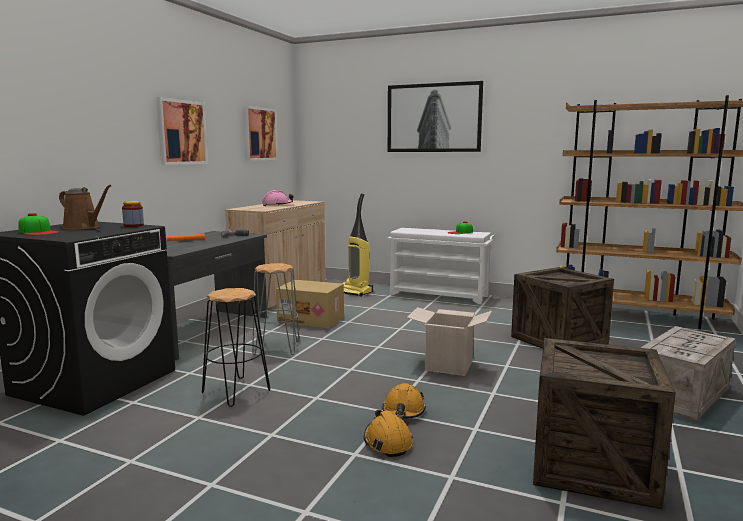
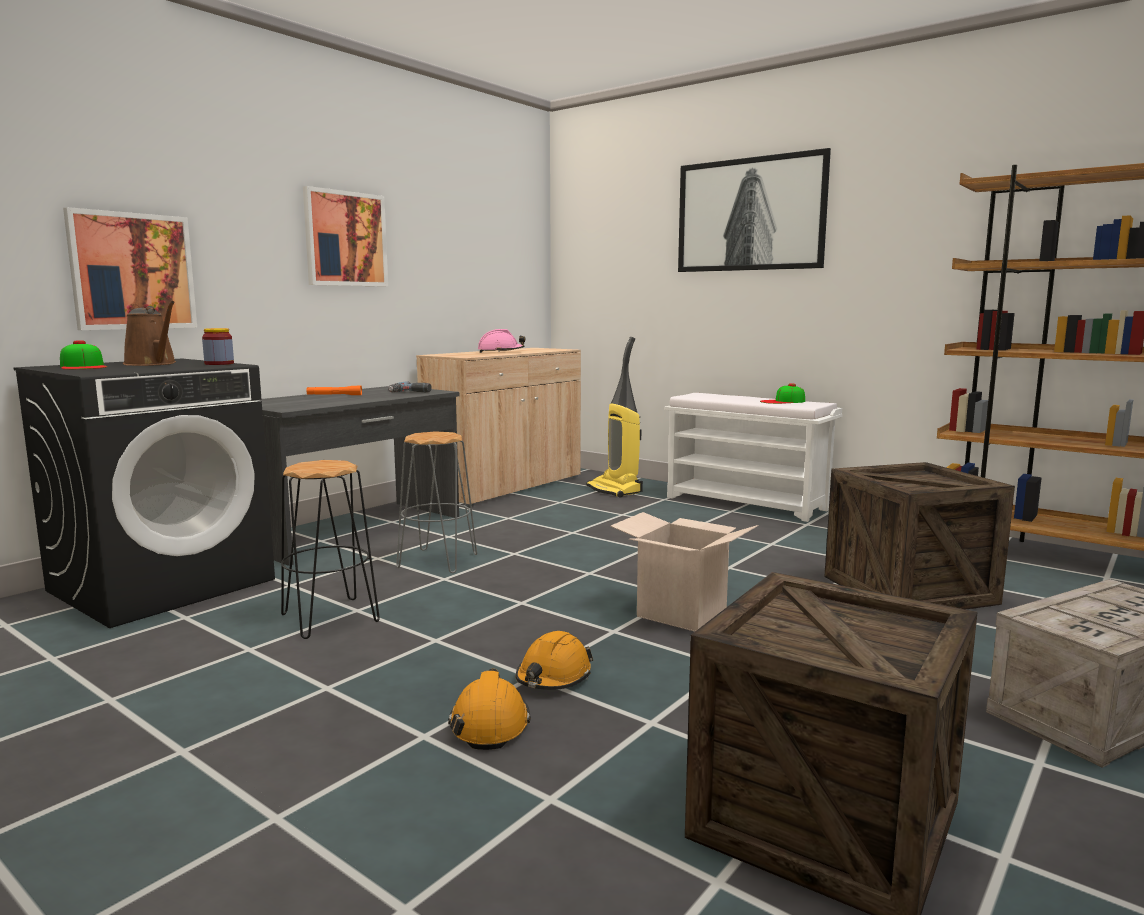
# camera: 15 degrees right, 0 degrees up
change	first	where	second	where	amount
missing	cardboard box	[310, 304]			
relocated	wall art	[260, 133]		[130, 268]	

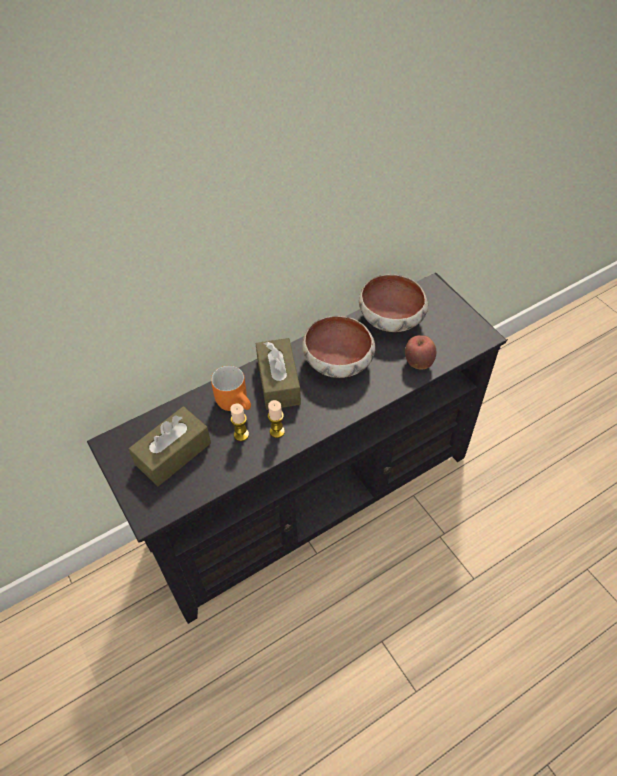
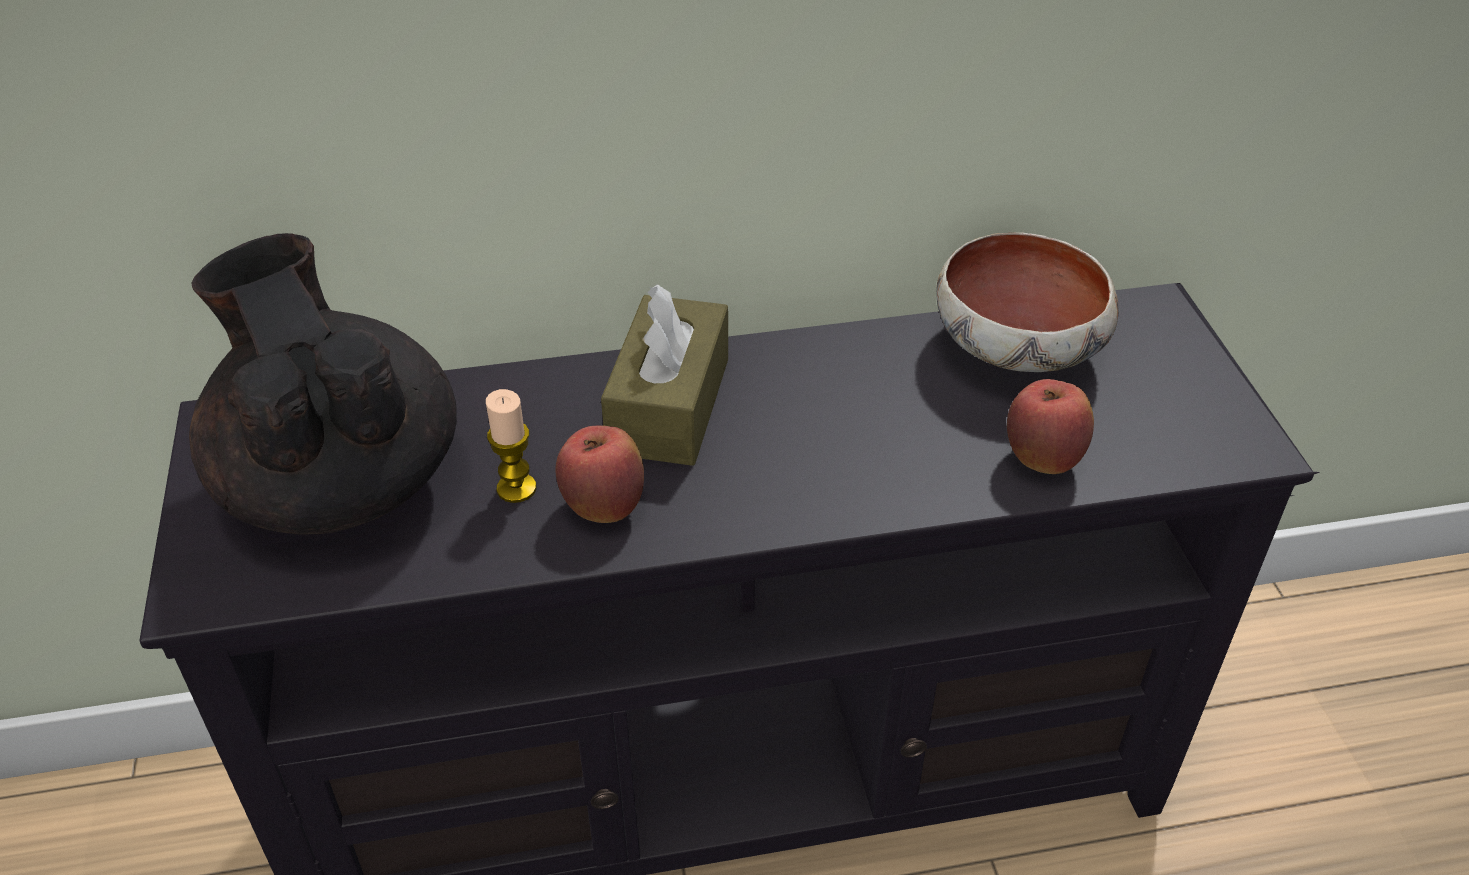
# camera: 20 degrees right, 10 degrees down
change	first	where	second	where	amount
missing	orange tea mug	[231, 388]			
missing	deep dish	[338, 347]			
exchanged	brown-coloured tissue box	[169, 446]	black tea pot	[323, 384]	
exchanged	wax candle	[276, 419]	apple fruit	[600, 474]	

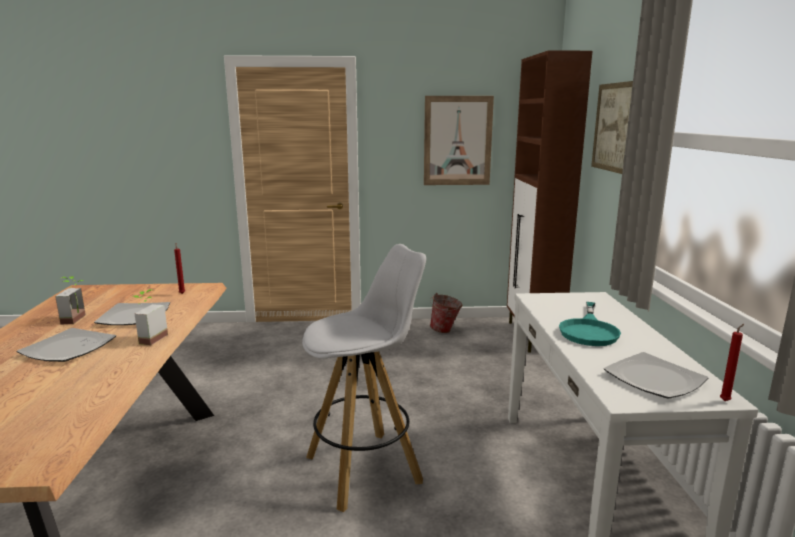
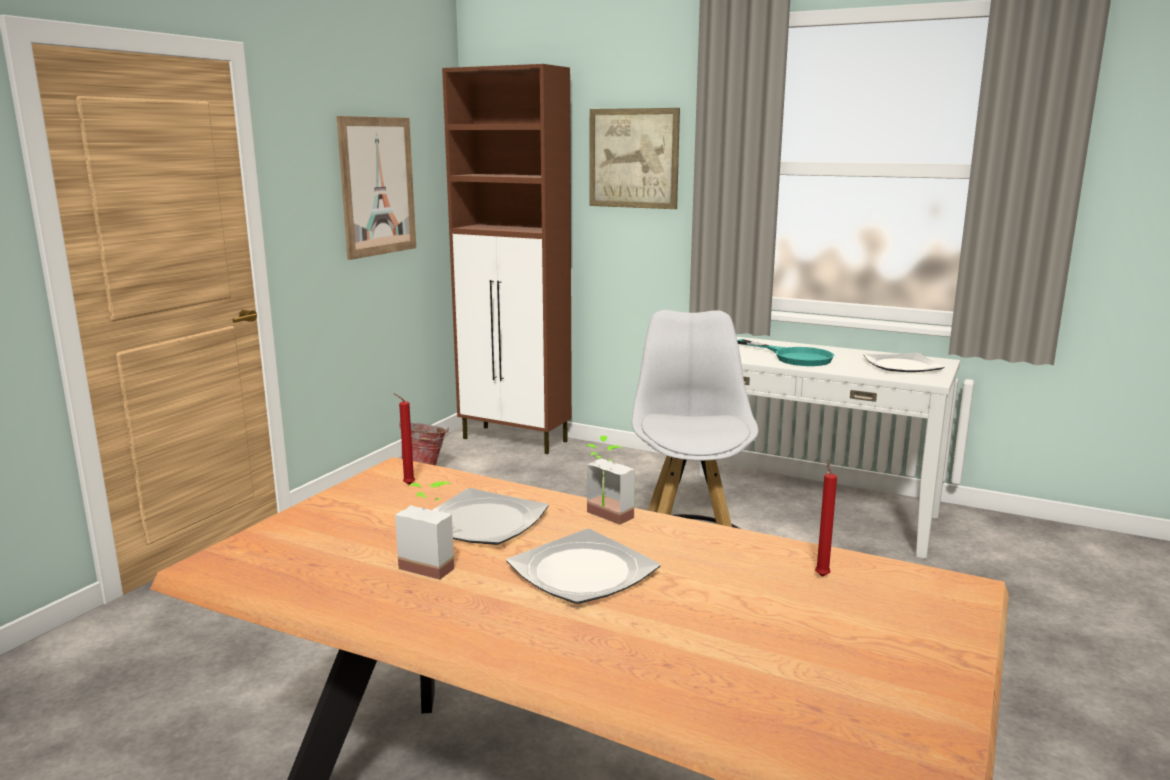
# camera: 60 degrees left, 0 degrees up
change	first	where	second	where	amount
relocated	red-coloured wax candle	[732, 362]		[826, 518]	

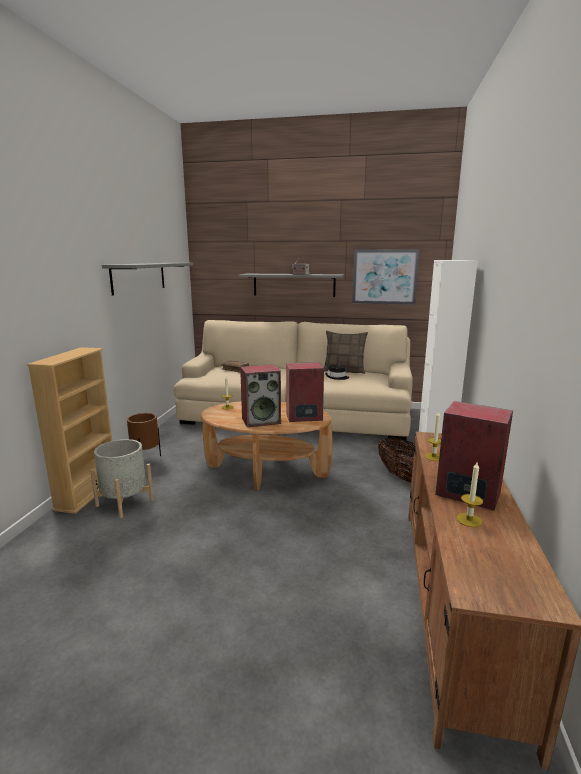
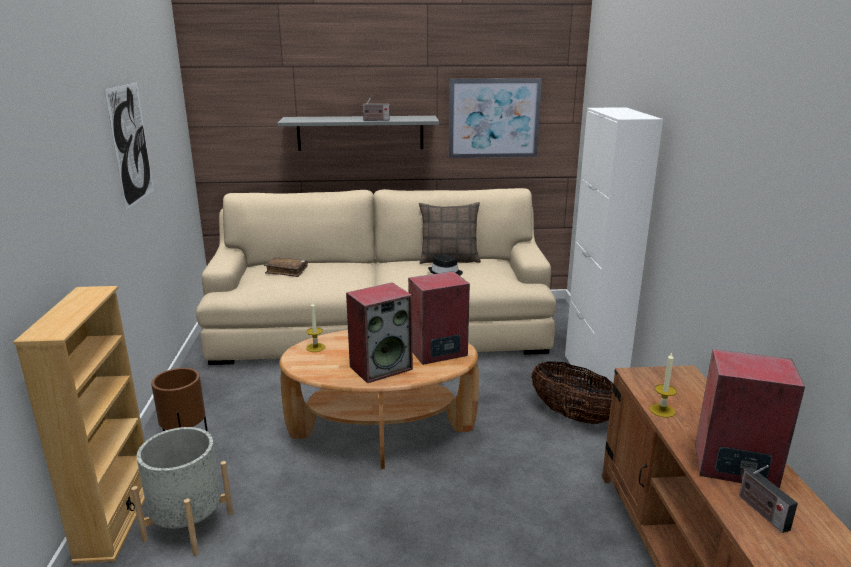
# camera: 15 degrees left, 5 degrees up
change	first	where	second	where	amount
exchanged	grey shelf	[147, 279]	wall art	[129, 146]	
exchanged	wax candle	[470, 494]	radio receiver	[768, 499]	

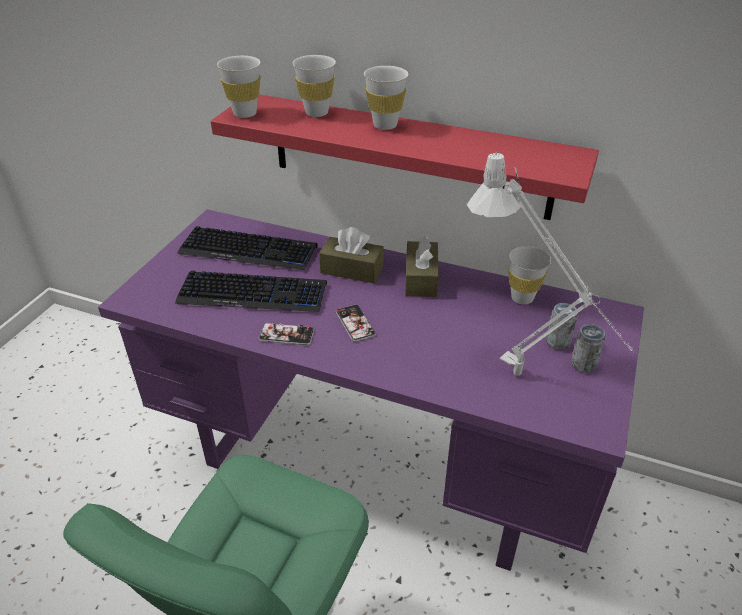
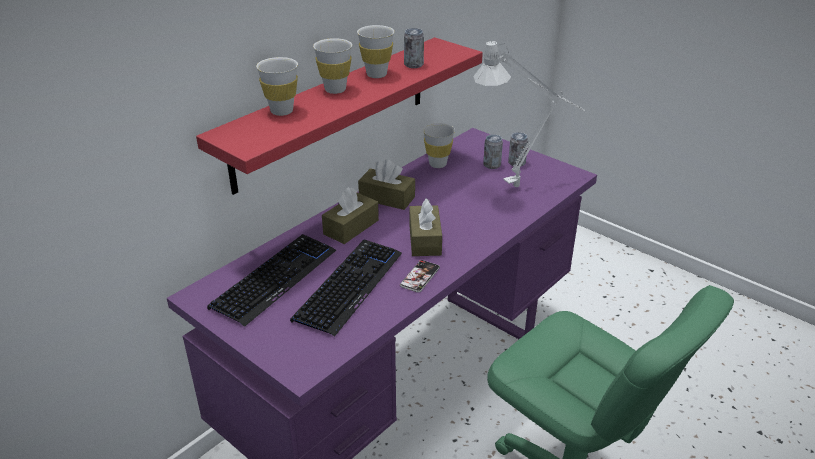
# camera: 70 degrees left, 5 degrees down
change	first	where	second	where	amount
appeared			metal can	[414, 48]	
relocated	white-coloured drinking cup	[239, 87]		[375, 51]	
exchanged	telephone	[356, 323]	brown-coloured tissue box	[425, 227]	

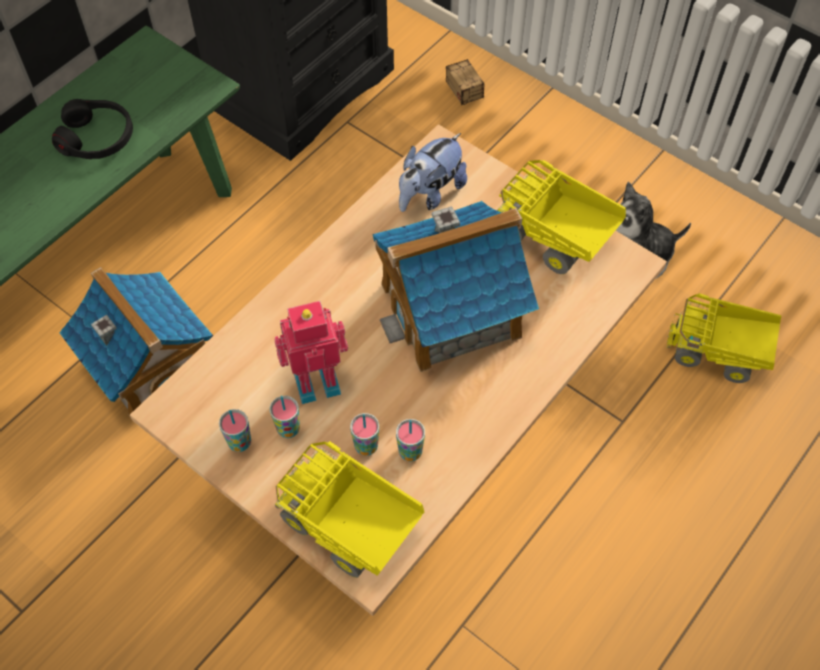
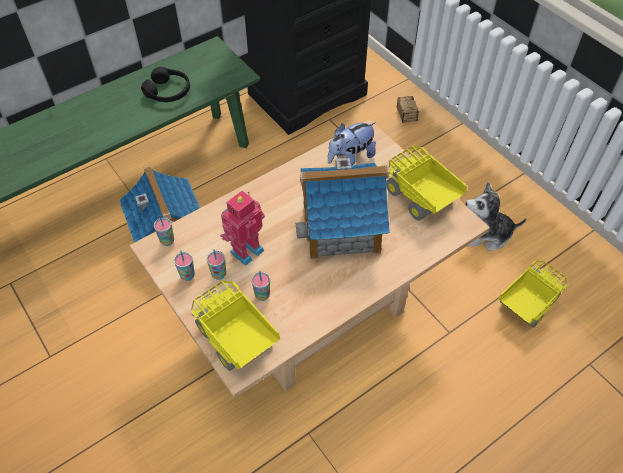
# camera: 15 degrees right, 5 degrees down
change	first	where	second	where	amount
relocated	drinking cup	[410, 440]		[164, 230]	
spun	robot figure	[311, 352]		[242, 228]	45 degrees counterclockwise
spun	model truck	[724, 338]		[533, 294]	105 degrees clockwise

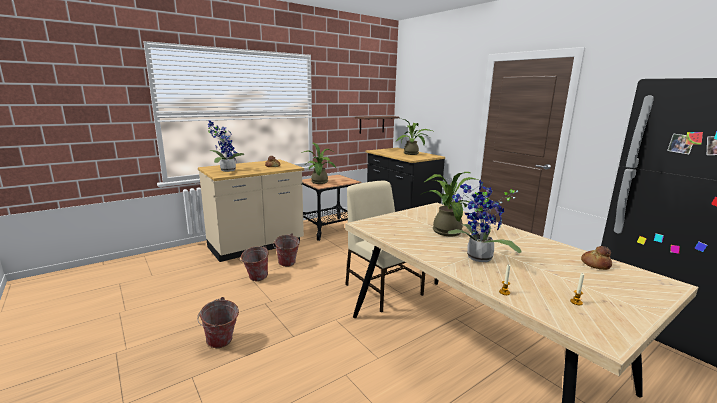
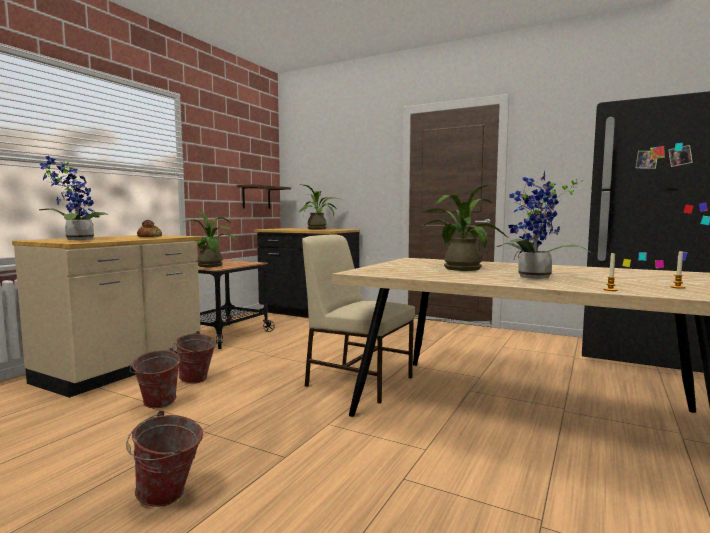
# camera: 25 degrees left, 10 degrees down
change	first	where	second	where	amount
missing	bread	[596, 258]			

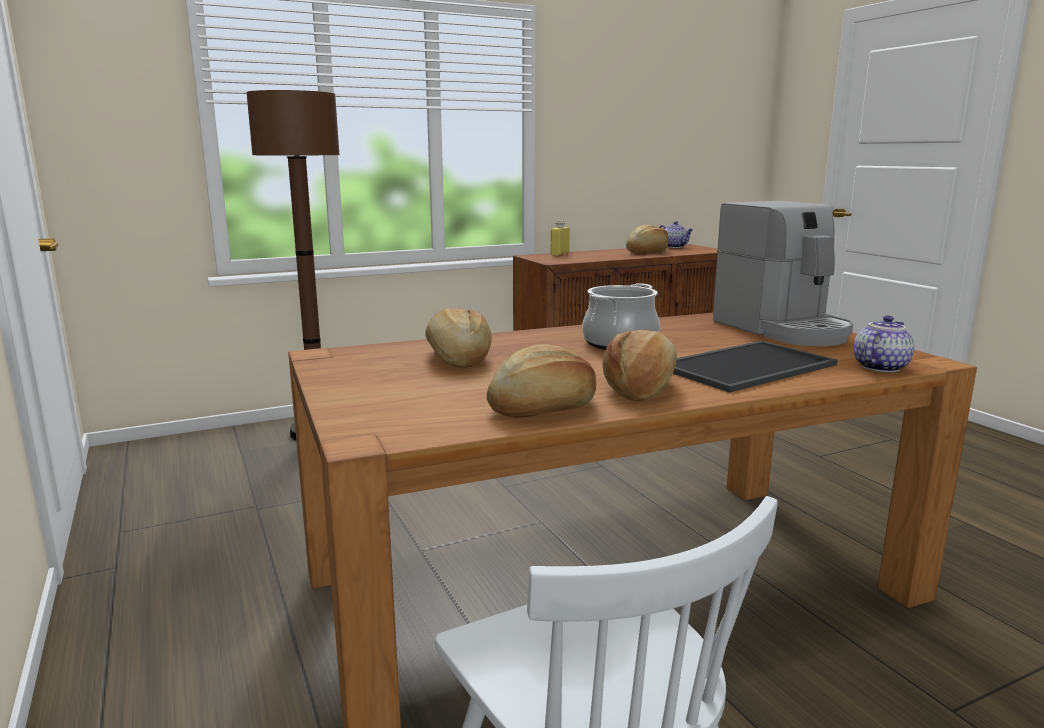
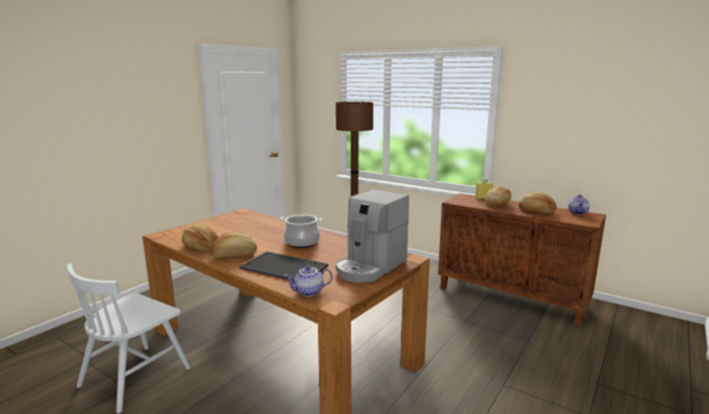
# camera: 60 degrees right, 0 degrees up
change	first	where	second	where	amount
relocated	bread	[459, 338]		[498, 196]	
spun	tea pot	[884, 343]		[308, 281]	150 degrees clockwise

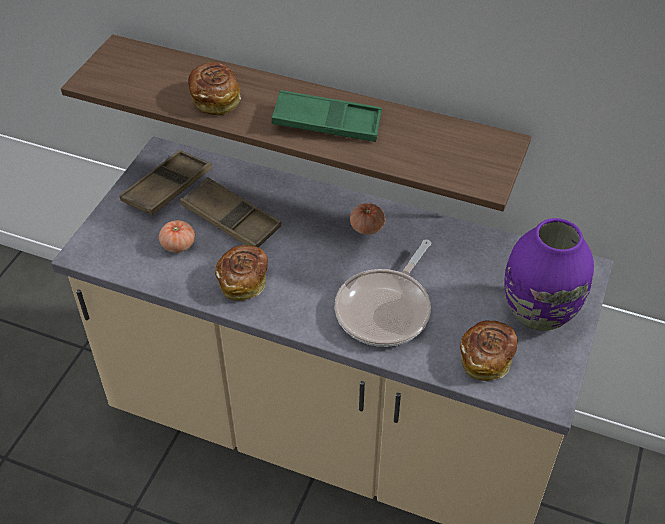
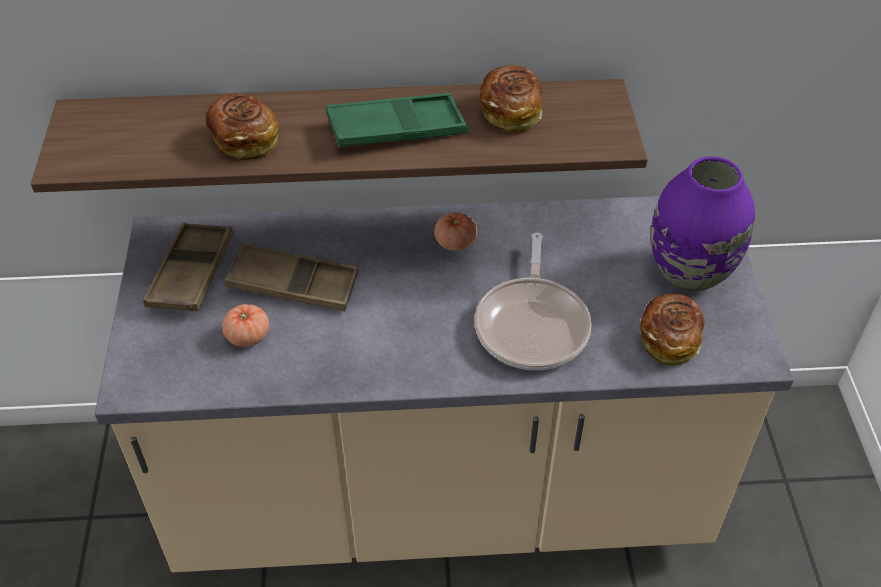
# camera: 25 degrees left, 0 degrees up
change	first	where	second	where	amount
relocated	bread	[241, 273]		[511, 99]	

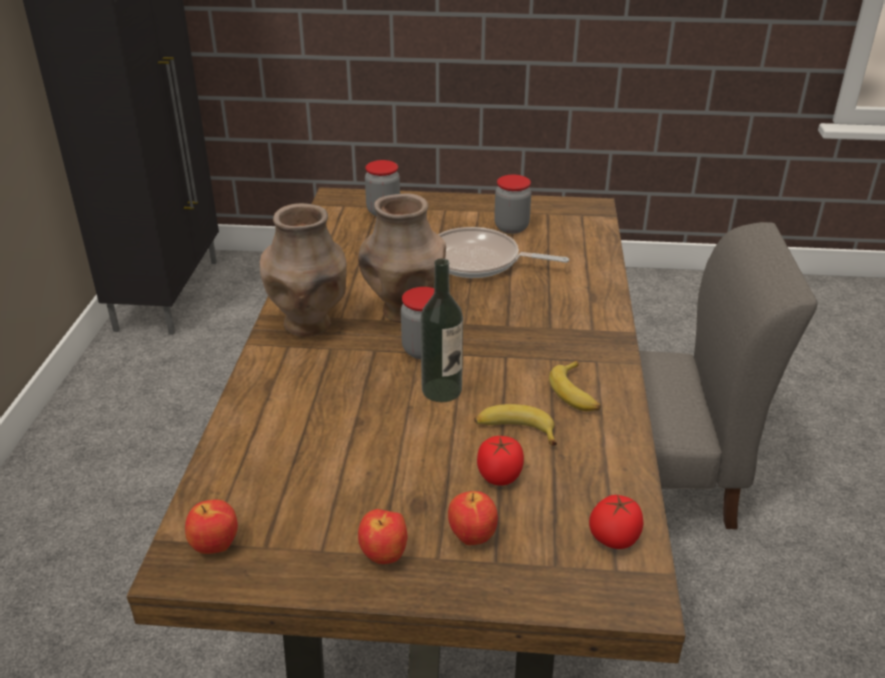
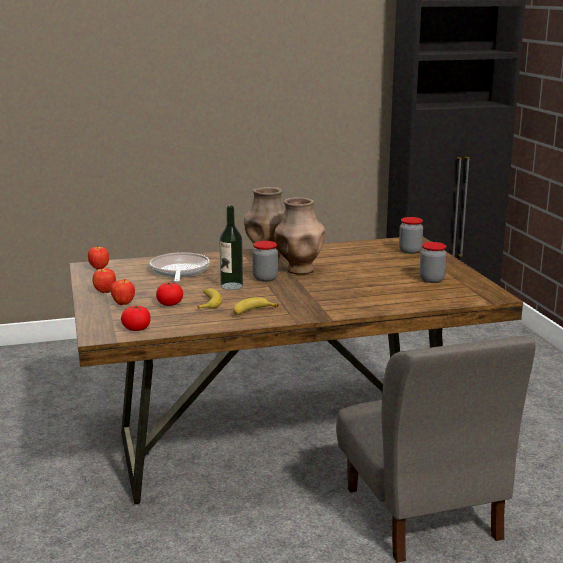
# camera: 70 degrees right, 15 degrees down
change	first	where	second	where	amount
relocated	frying pan	[503, 252]		[180, 267]	

